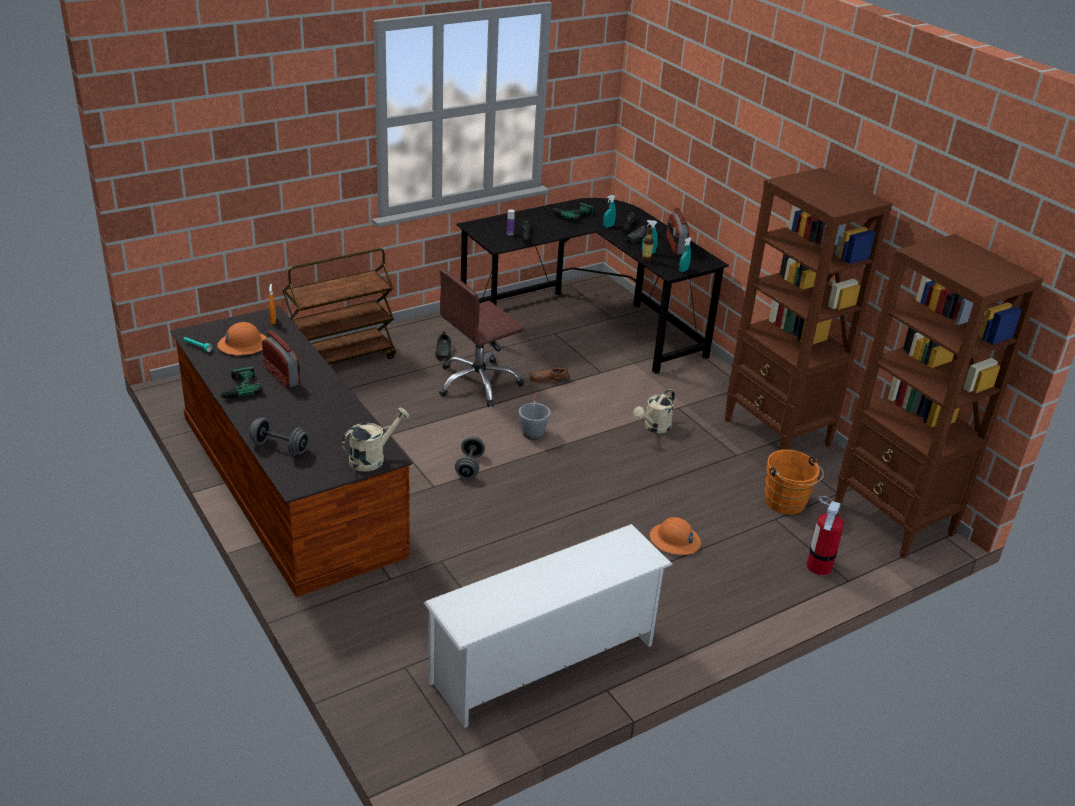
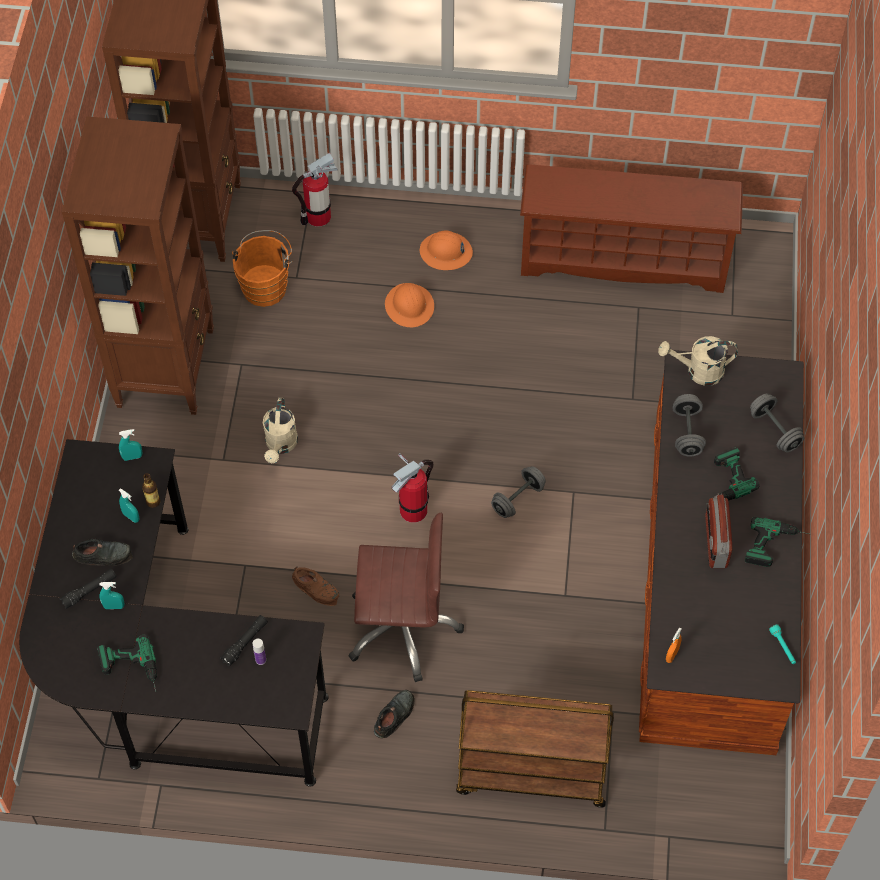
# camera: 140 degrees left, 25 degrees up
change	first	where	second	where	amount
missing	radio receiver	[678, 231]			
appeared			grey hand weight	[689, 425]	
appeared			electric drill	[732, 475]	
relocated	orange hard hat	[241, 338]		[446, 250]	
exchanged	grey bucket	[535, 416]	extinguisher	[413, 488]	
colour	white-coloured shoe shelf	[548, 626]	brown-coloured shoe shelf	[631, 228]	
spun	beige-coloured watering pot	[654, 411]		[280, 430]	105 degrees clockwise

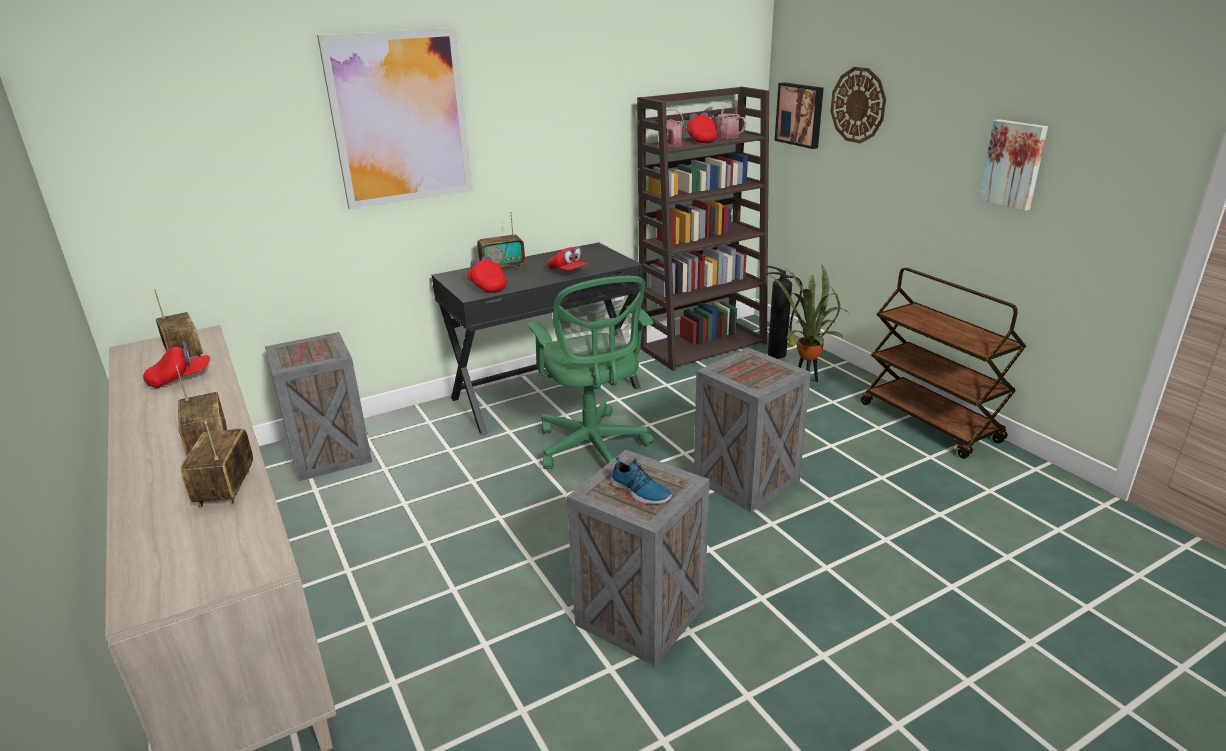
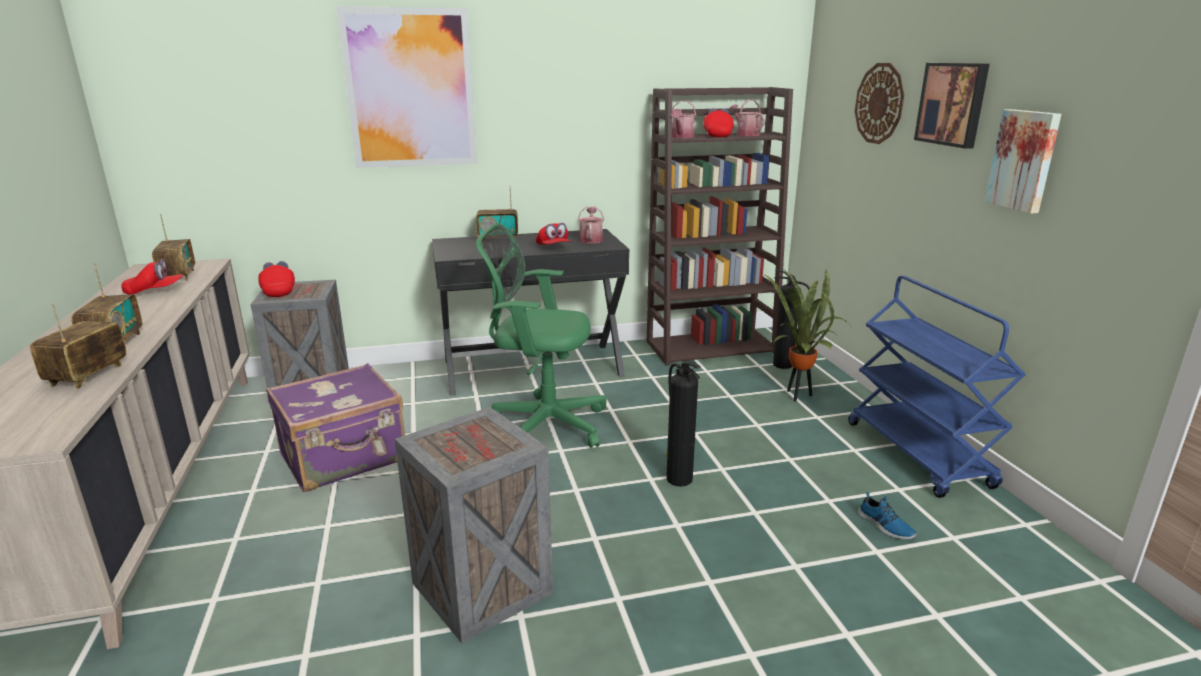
# camera: 15 degrees right, 5 degrees down
change	first	where	second	where	amount
appeared			purple-coloured travel case	[335, 427]	
appeared			watering pot	[591, 225]	
relocated	red-coloured baseball cap	[486, 274]		[276, 279]	
relocated	shoe	[641, 480]		[887, 515]	
relocated	wall art	[799, 115]		[952, 106]	
exchanged	packing crate	[752, 430]	extinguisher	[683, 424]	
colour	brown-coloured cart	[943, 363]	bluish cart	[937, 387]	
spun	greenish computer chair	[590, 372]		[541, 335]	105 degrees clockwise

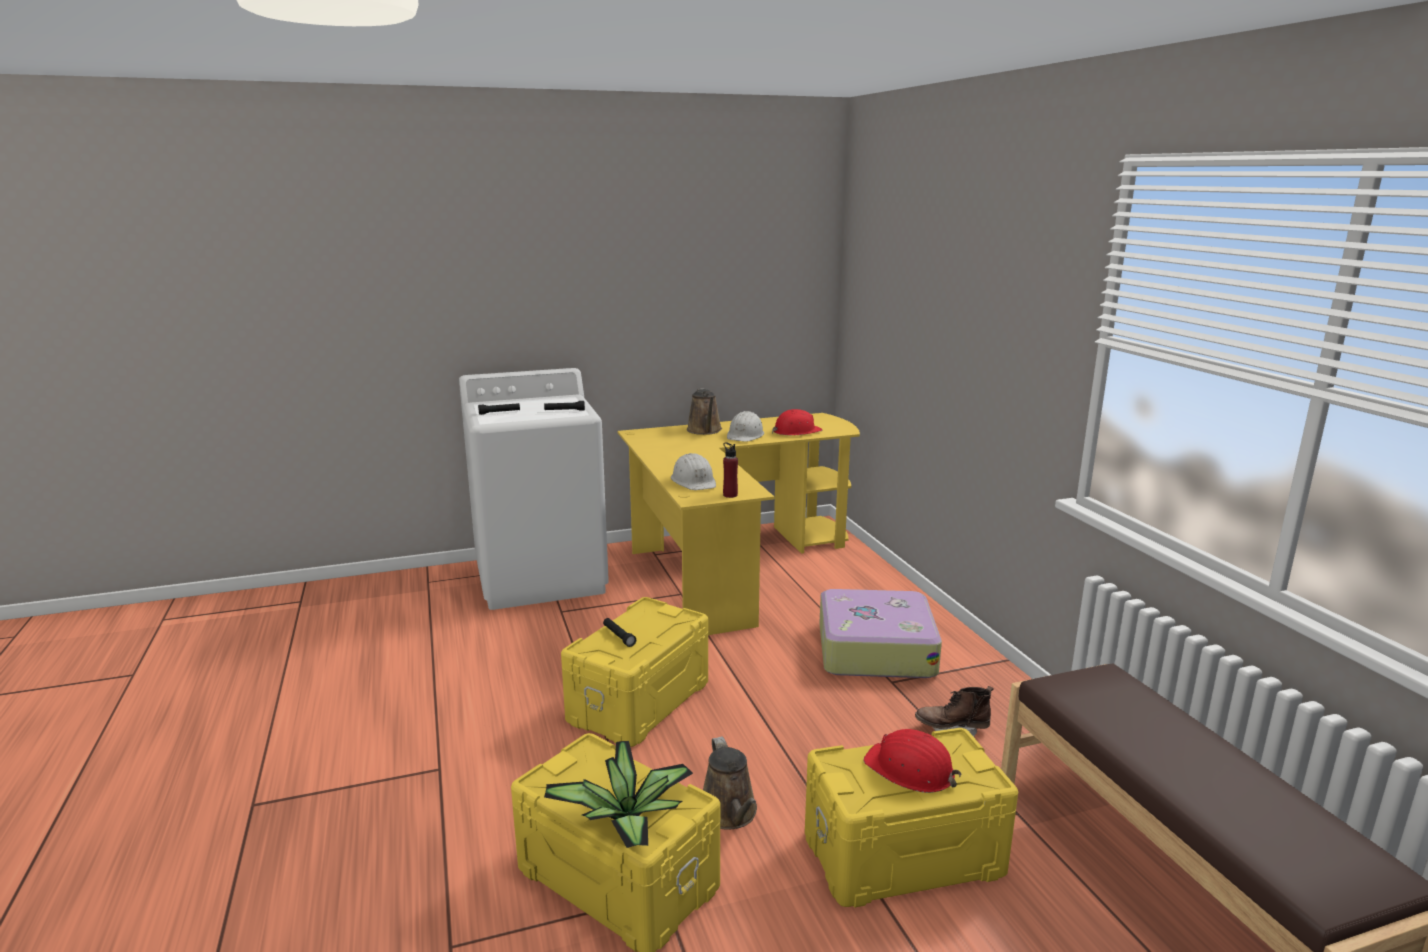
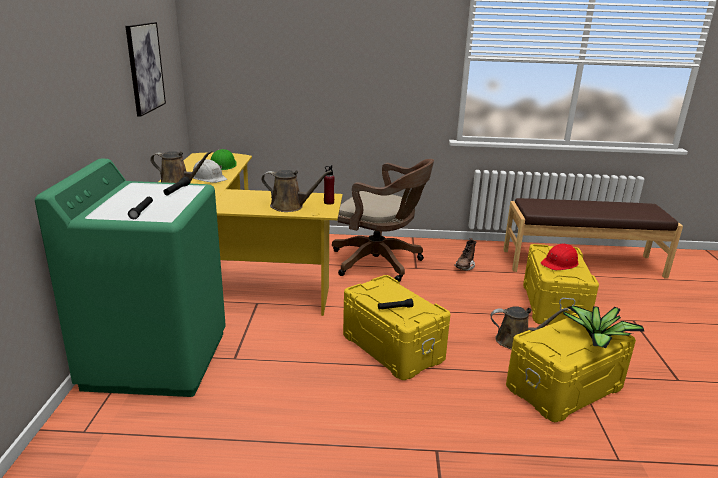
# camera: 70 degrees left, 5 degrees up
change	first	where	second	where	amount
appeared			wall art	[145, 69]	
exchanged	white-coloured hard hat	[693, 471]	brown-coloured watering pot	[296, 191]	
exchanged	travel case	[880, 633]	brown-coloured computer chair	[383, 220]	
colour	white-coloured laundry machine	[534, 489]	greenish laundry machine	[130, 277]	
colour	red-coloured hard hat	[797, 422]	greenish hard hat	[224, 159]	

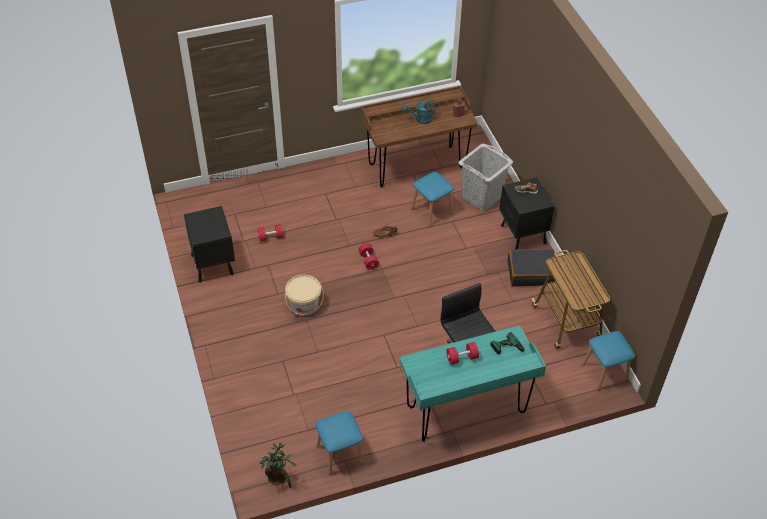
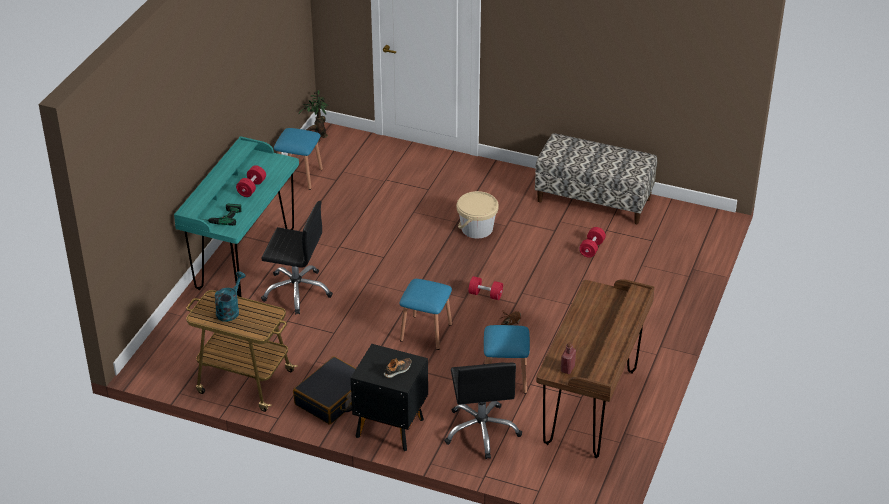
# camera: 130 degrees right, 10 degrees down
change	first	where	second	where	amount
relocated	turquoise-coloured watering pot	[419, 112]		[230, 296]	
relocated	bluish stool	[608, 361]		[426, 314]	
exchanged	black night table	[209, 244]	indoor bench	[596, 178]	
exchanged	grey washing basket	[486, 177]	black computer chair	[483, 410]	

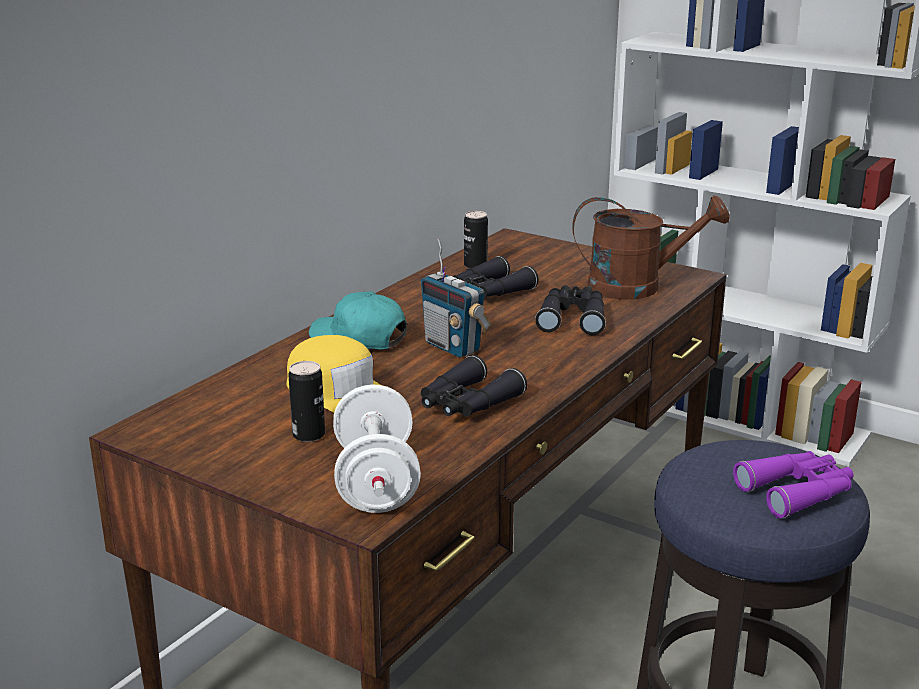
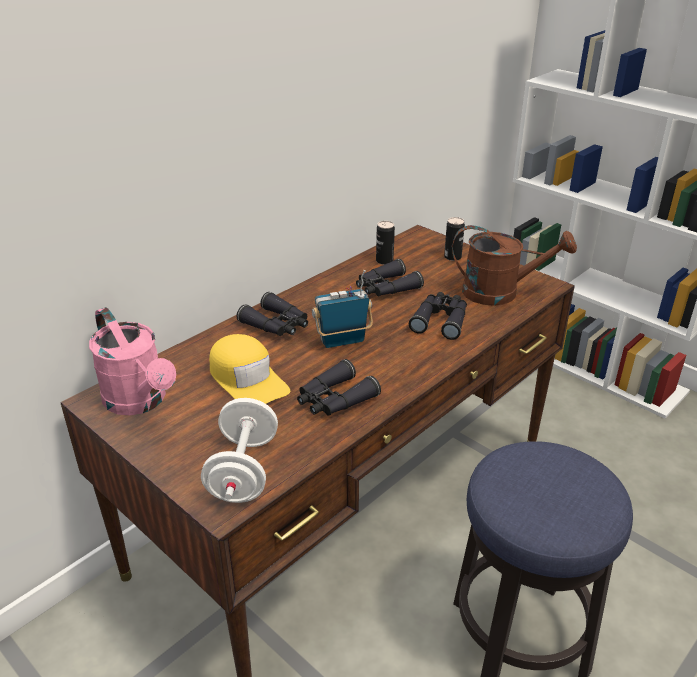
# camera: 10 degrees right, 10 degrees up
change	first	where	second	where	amount
missing	purple-coloured pair of binoculars	[793, 484]			
appeared			pinkish watering pot	[132, 361]	
relocated	metal can	[306, 401]		[454, 239]	
exchanged	turquoise-coloured baseball cap	[358, 320]	black pair of binoculars	[272, 314]	
spun	radio receiver	[456, 298]		[342, 309]	105 degrees clockwise

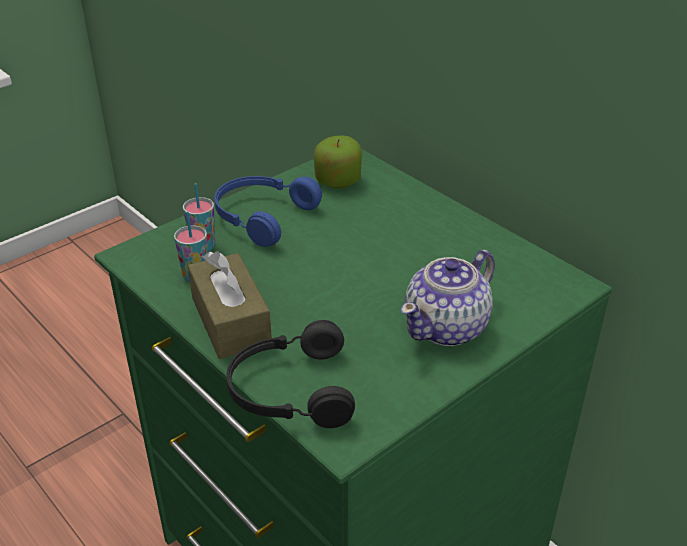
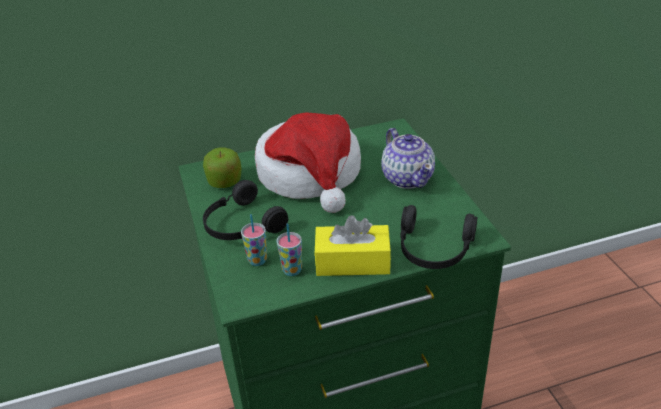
# camera: 65 degrees left, 0 degrees up
change	first	where	second	where	amount
appeared			clothing hat	[308, 162]	
colour	brown-coloured tissue box	[230, 305]	yellow-coloured tissue box	[352, 245]	
colour	bluish headphones	[268, 211]	black headphones	[245, 210]	

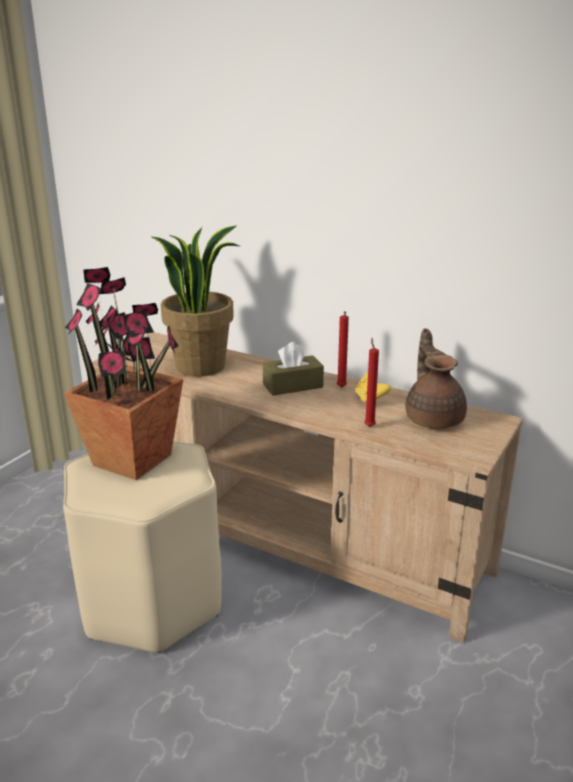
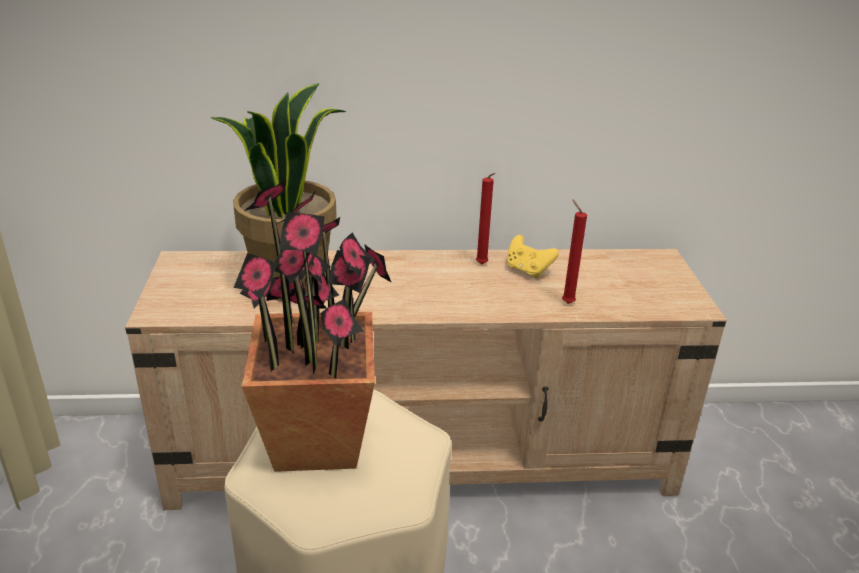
# camera: 35 degrees left, 5 degrees up
change	first	where	second	where	amount
missing	brown-coloured tissue box	[293, 369]			
missing	brown-coloured tea pot	[436, 378]			

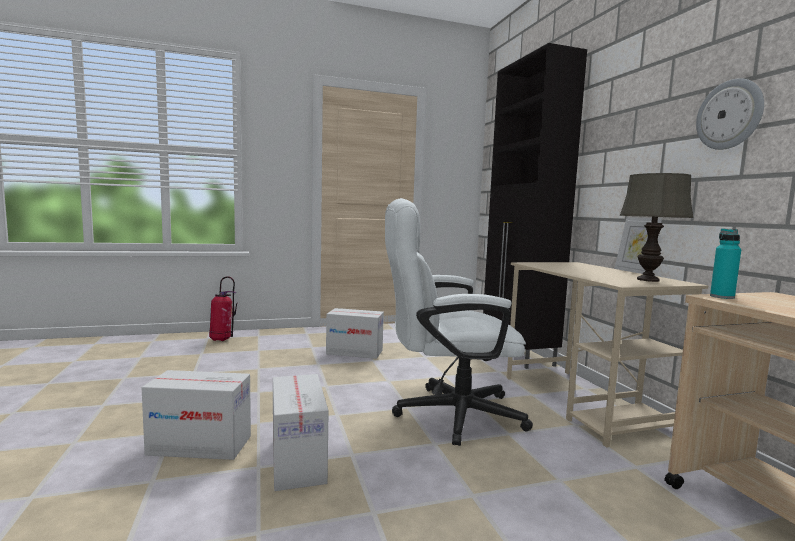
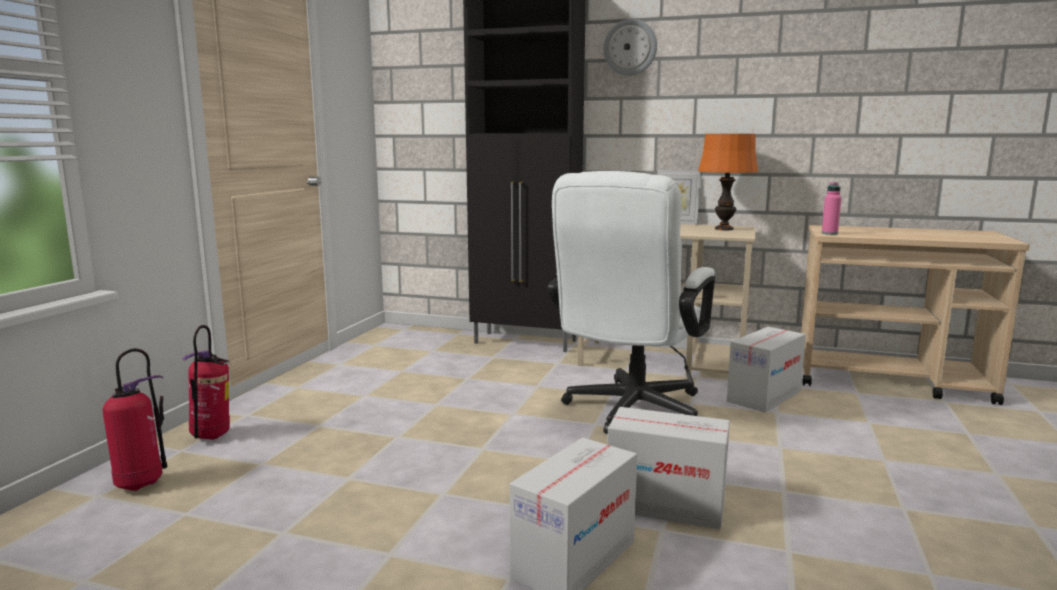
# camera: 55 degrees left, 5 degrees up
change	first	where	second	where	amount
appeared			extinguisher	[206, 382]	
relocated	cardboard box	[355, 333]		[766, 369]	
relocated	clock on the wall	[730, 114]		[630, 47]	
colour	grey table lamp	[656, 227]	orange table lamp	[728, 182]	
colour	turquoise-coloured bottle	[725, 263]	pinkish bottle	[831, 208]	

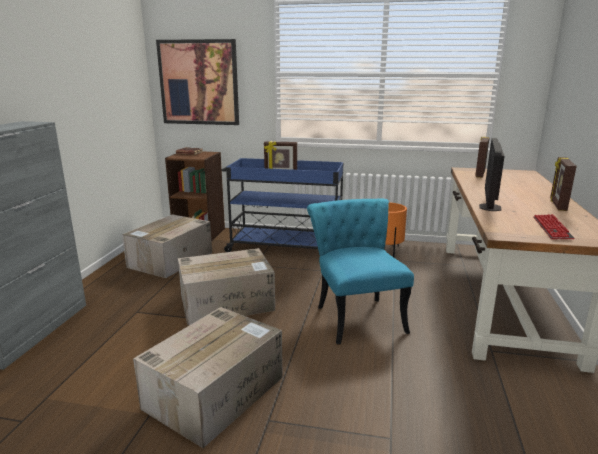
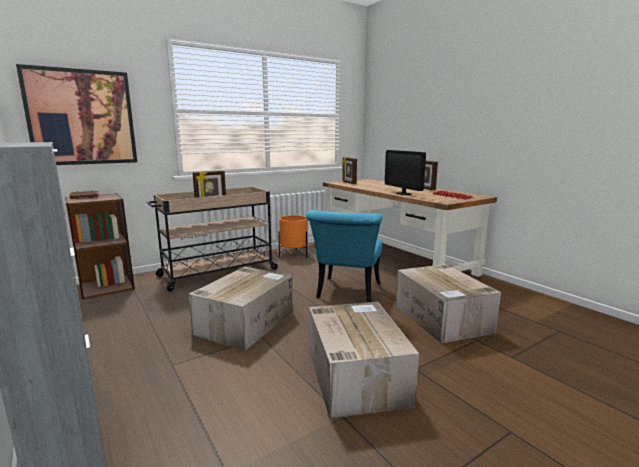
# camera: 45 degrees left, 5 degrees down
change	first	where	second	where	amount
relocated	cardboard box	[167, 246]		[448, 304]	
colour	bluish cart	[282, 205]	beige-coloured cart	[213, 239]	
spun	turquoise-coloured plain chair	[360, 271]		[344, 256]	105 degrees counterclockwise

